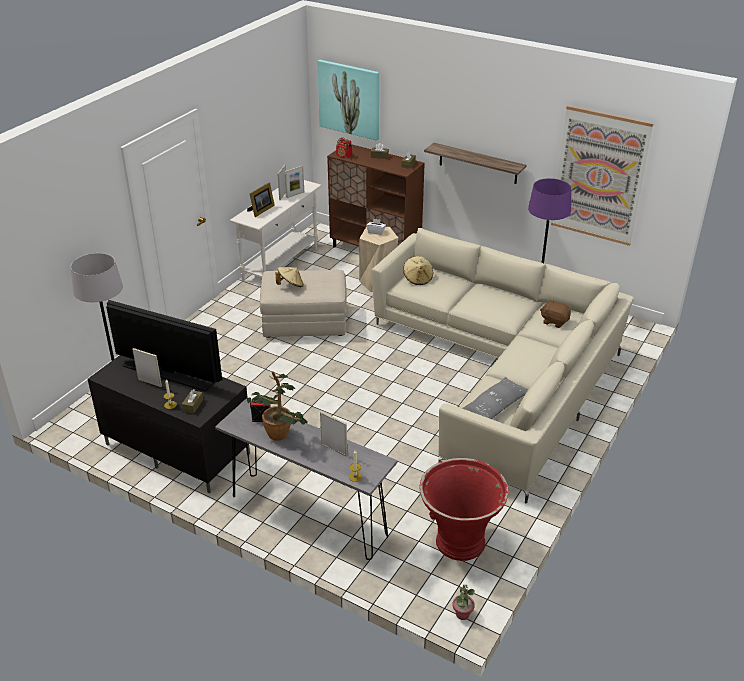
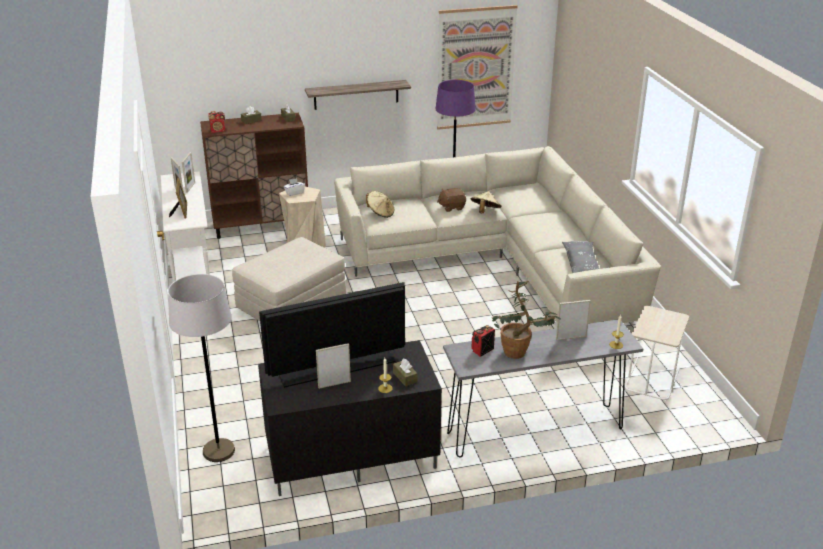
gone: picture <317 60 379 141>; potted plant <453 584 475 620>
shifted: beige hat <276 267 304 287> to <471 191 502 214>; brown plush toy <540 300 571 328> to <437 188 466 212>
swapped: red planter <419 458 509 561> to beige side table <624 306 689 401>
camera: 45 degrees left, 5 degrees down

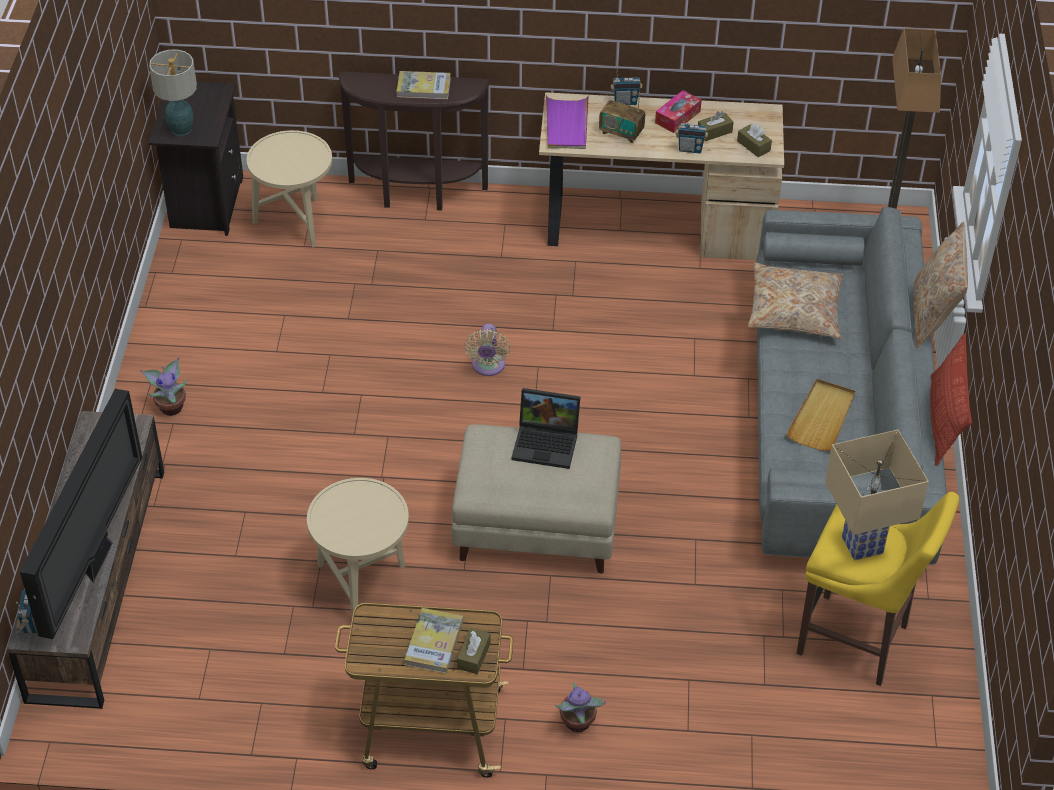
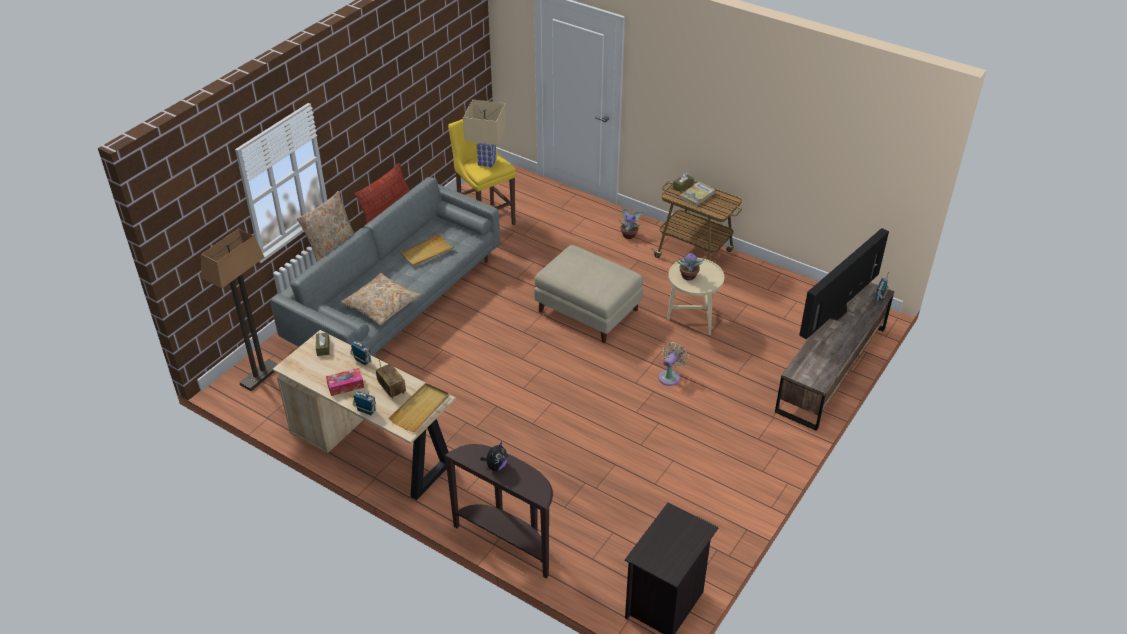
gone: table lamp <149 49 197 136>; brown tissue box <698 111 734 141>; beige side table <247 130 332 248>; laptop <512 388 580 469>
shifted: beige fan <464 324 510 376> to <659 342 689 386>; potted plant <141 357 187 416> to <677 252 704 280>
swapped: book <396 71 451 99> to plush toy <480 442 508 471>
repainted: purple tray <546 95 589 149> to beige tray <389 383 449 432>
camera: 150 degrees left, 5 degrees down

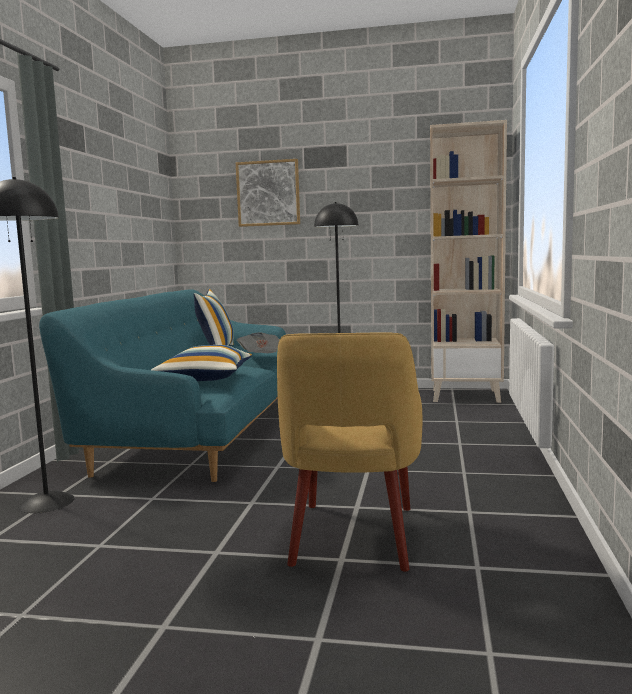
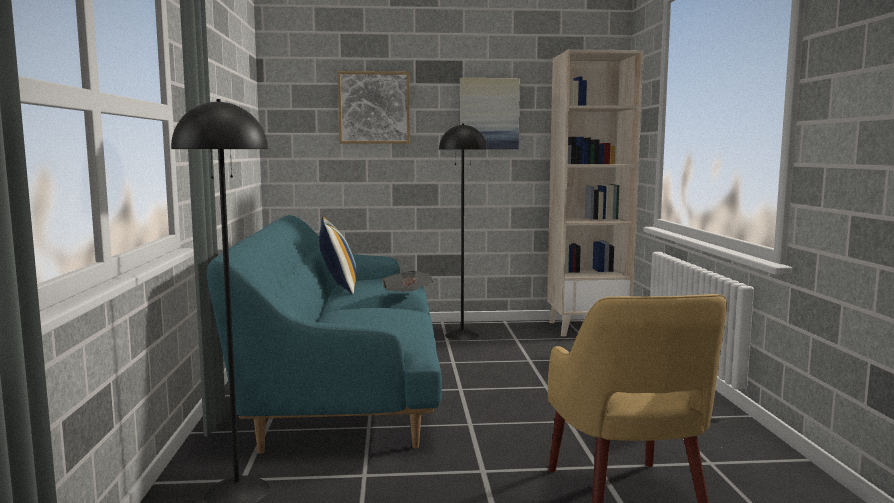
gone: pillow <151 345 252 381>
new: picture <460 78 520 149>
camera: 15 degrees left, 0 degrees up

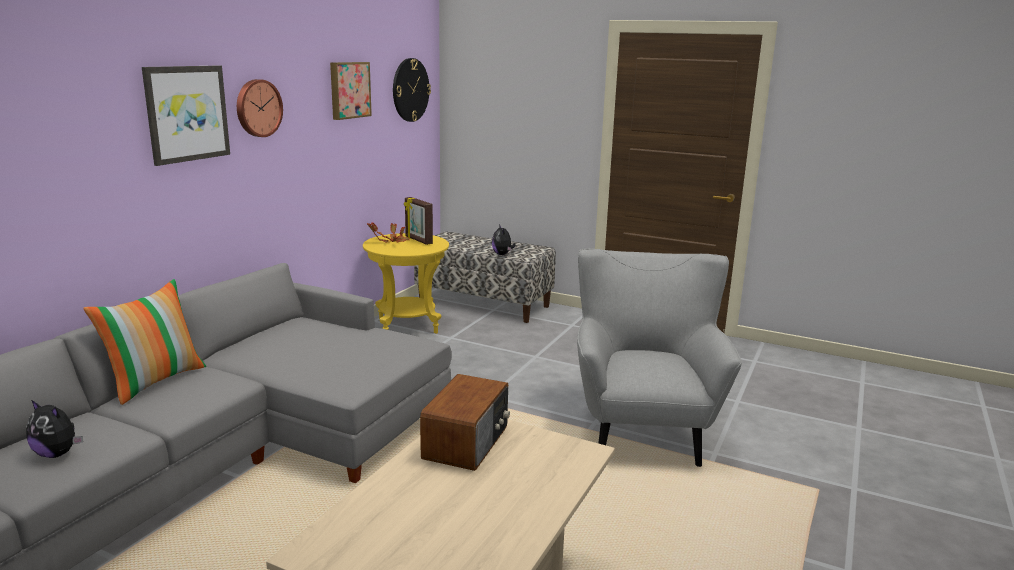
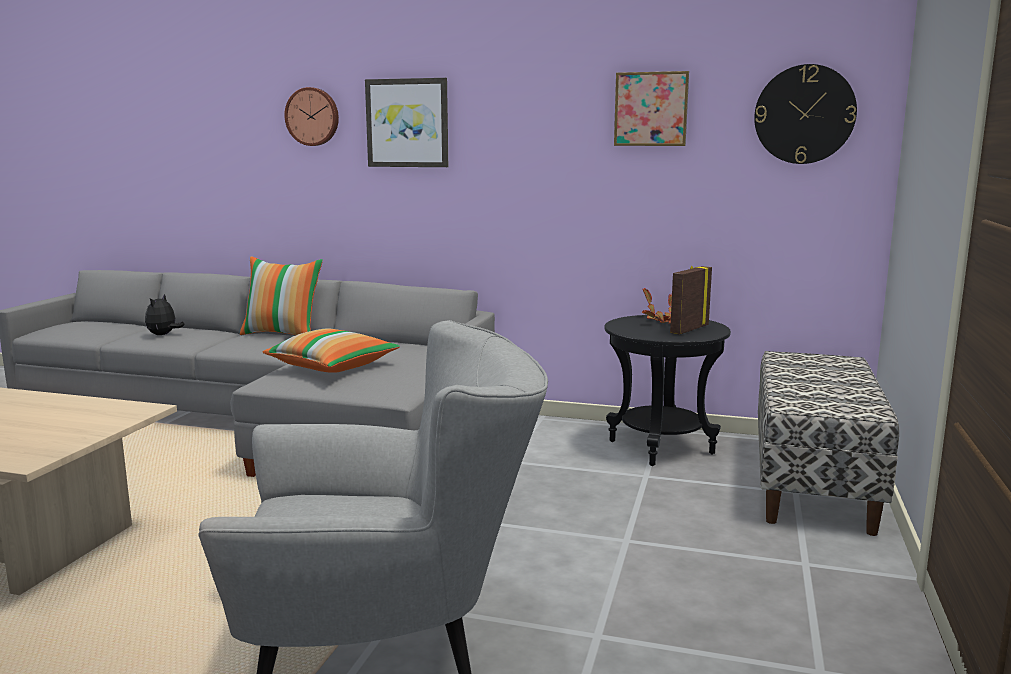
gone: plush toy <492 224 516 255>; radio <420 374 510 471>
new: pillow <262 329 400 373>
shifted: wall clock <237 79 283 137> to <284 87 339 146>
repainted: yellow side table <363 233 449 334> to black side table <604 315 731 466>
camera: 80 degrees right, 5 degrees down

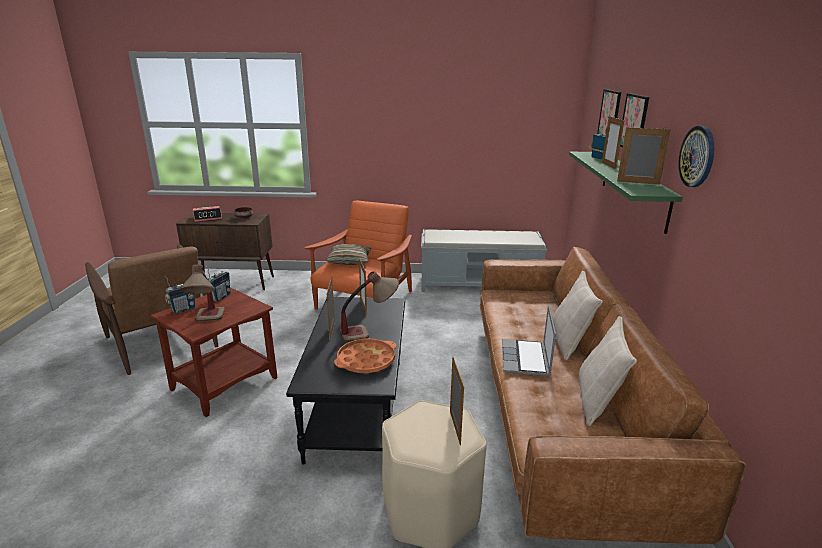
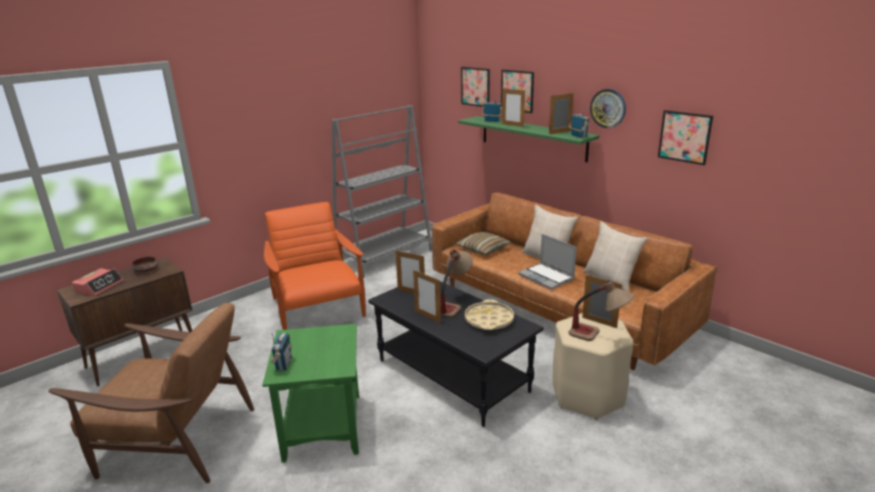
new: picture <658 110 713 165>
shifted: pillow <327 244 371 265> to <456 232 511 255>; table lamp <179 264 225 322> to <569 280 635 341>; radio <206 266 231 301> to <569 106 589 138>
swapped: grey bench <421 229 547 292> to grey bookcase <332 105 432 278>
repainted: brown side table <151 287 277 417> to green side table <262 324 359 462>; orange tray <334 339 396 373> to beige tray <465 299 514 330>
camera: 45 degrees left, 0 degrees up

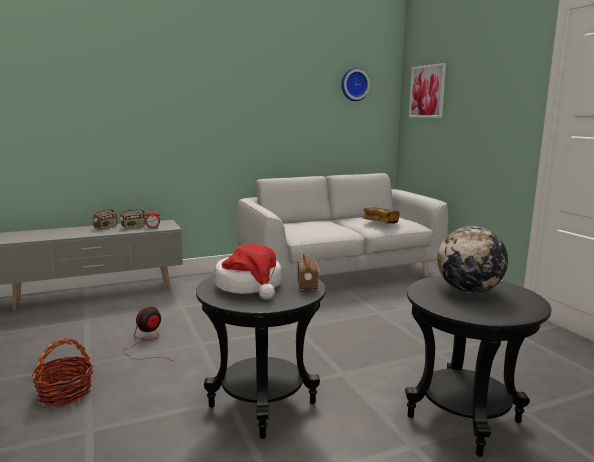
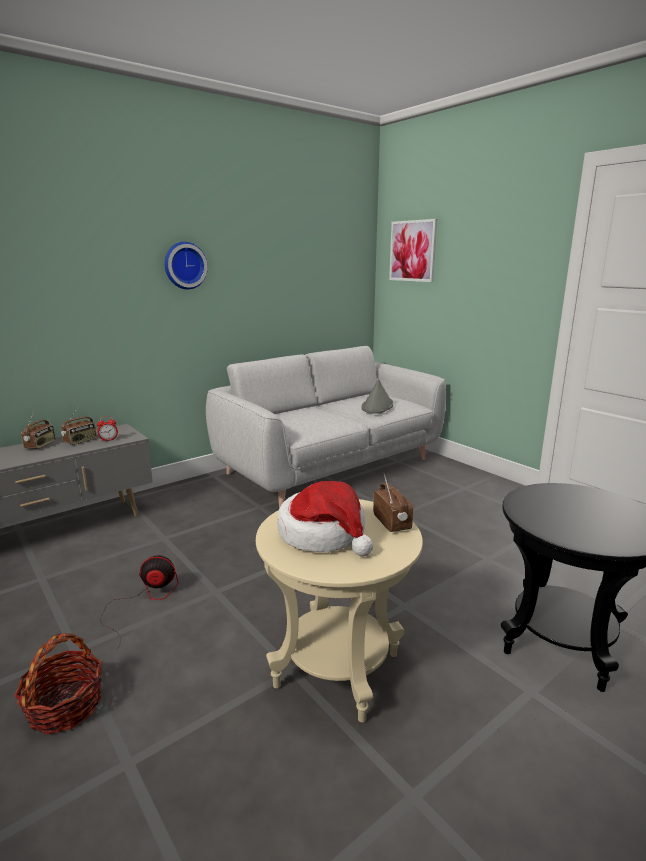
gone: globe <437 226 508 293>
shifted: wall clock <341 68 370 101> to <164 242 208 289>
swapped: book <363 207 400 224> to grey hat <361 379 393 414>
repainted: black side table <196 268 326 439> to beige side table <256 499 423 723>
rotated: fan <124 307 173 361> = <100 555 178 648> 60 degrees clockwise
camera: 15 degrees left, 5 degrees up

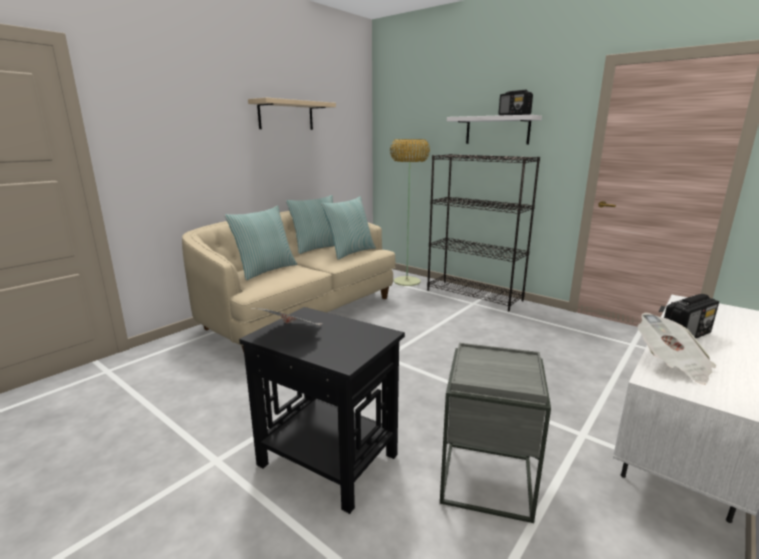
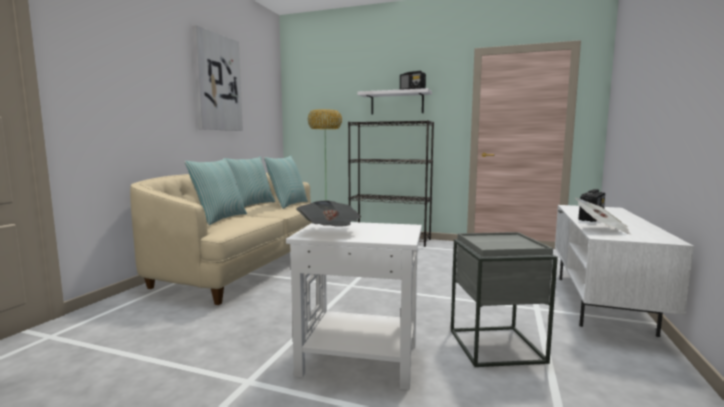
swapped: beige shelf <248 98 336 130> to picture <192 25 243 131>
repainted: black side table <239 307 405 514> to white side table <286 222 422 390>
camera: 20 degrees left, 10 degrees down

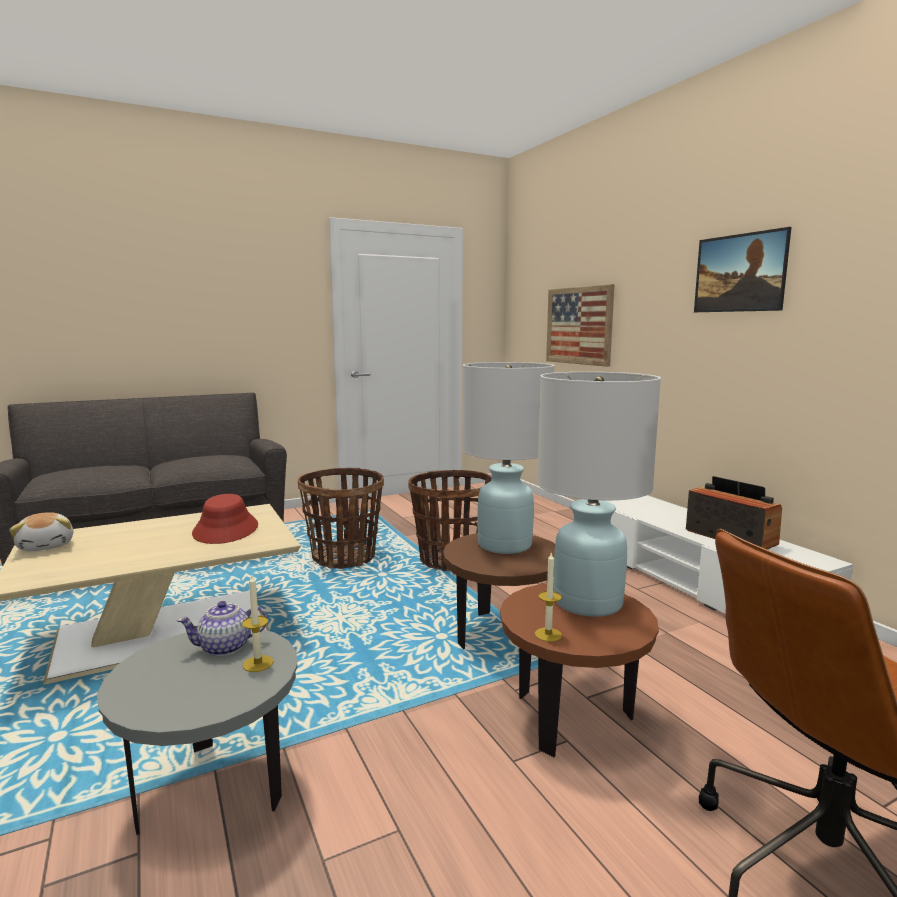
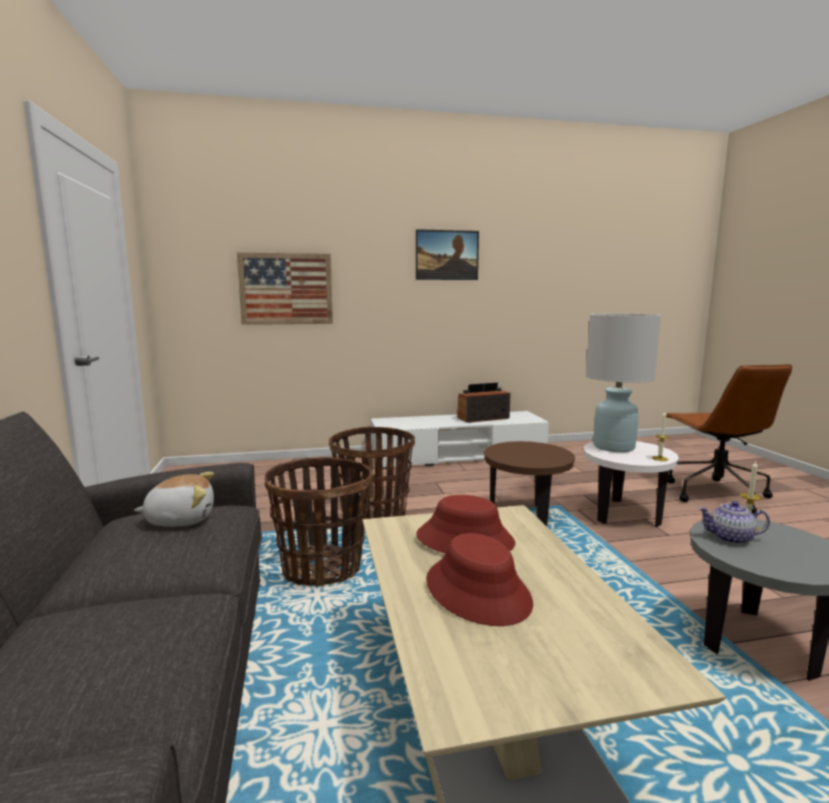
gone: white table lamp <462 362 555 554>
new: red hat <426 533 533 626>
shifted: plush toy <9 512 73 551> to <134 472 214 527>
repainted: brown side table <500 583 659 757> to white side table <583 441 679 527>
rotated: teapot <177 601 267 656> = <698 501 770 544> 105 degrees clockwise
camera: 75 degrees left, 0 degrees up

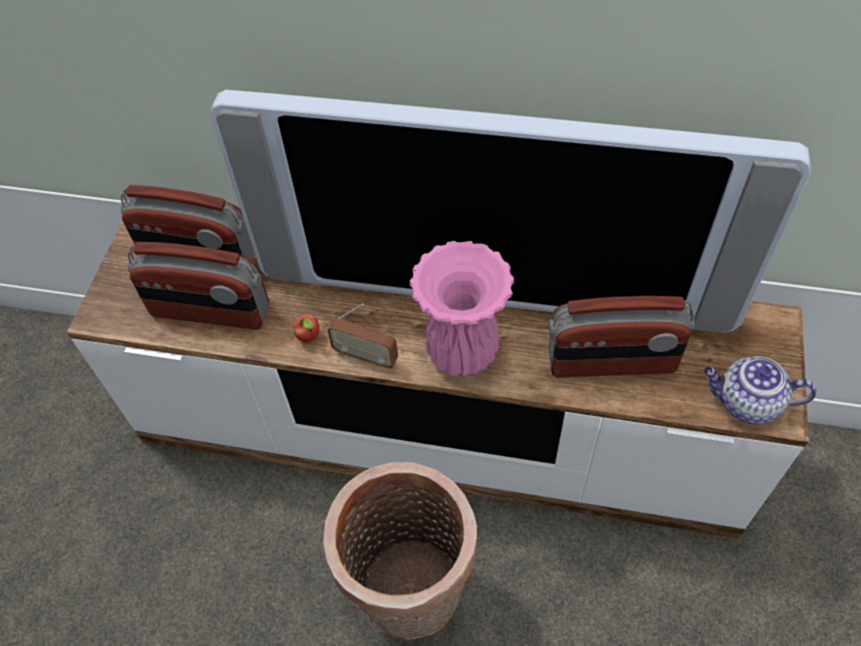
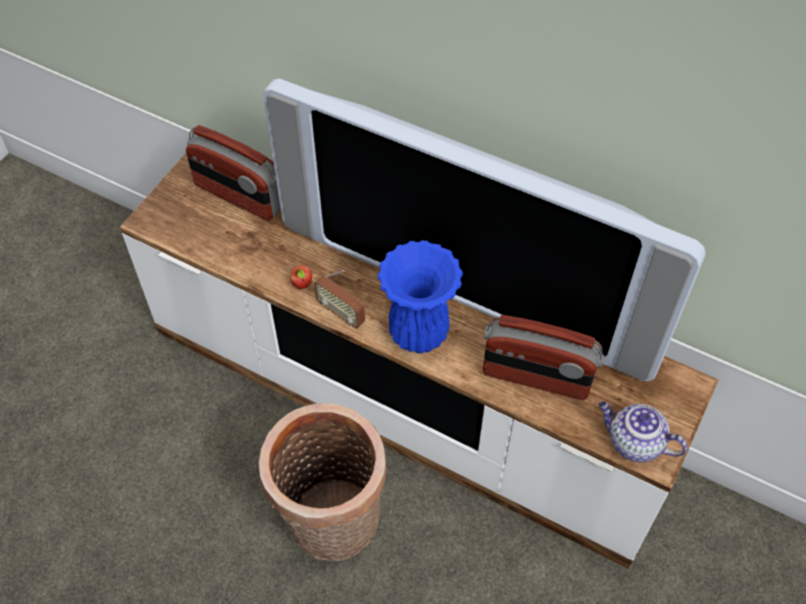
gone: radio <128 242 269 330>
repainted: pink vase <410 241 514 377> to blue vase <377 240 463 353>
camera: 15 degrees right, 0 degrees up

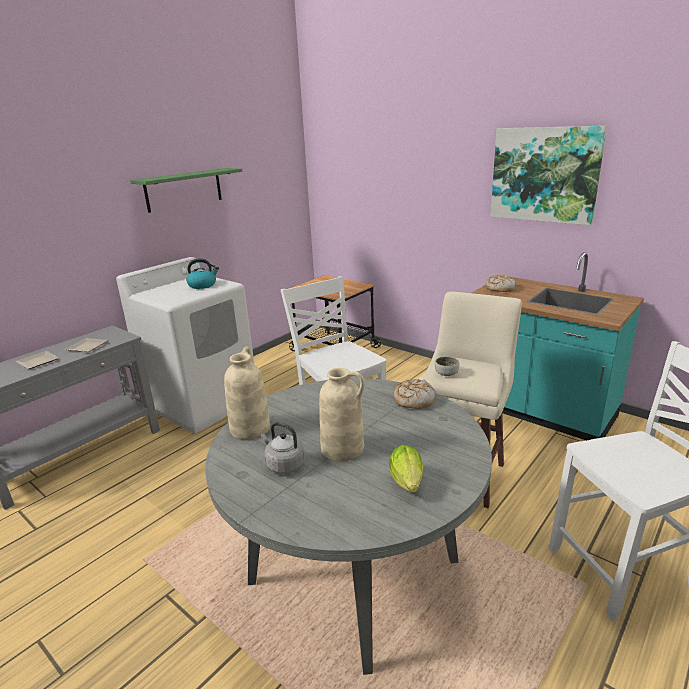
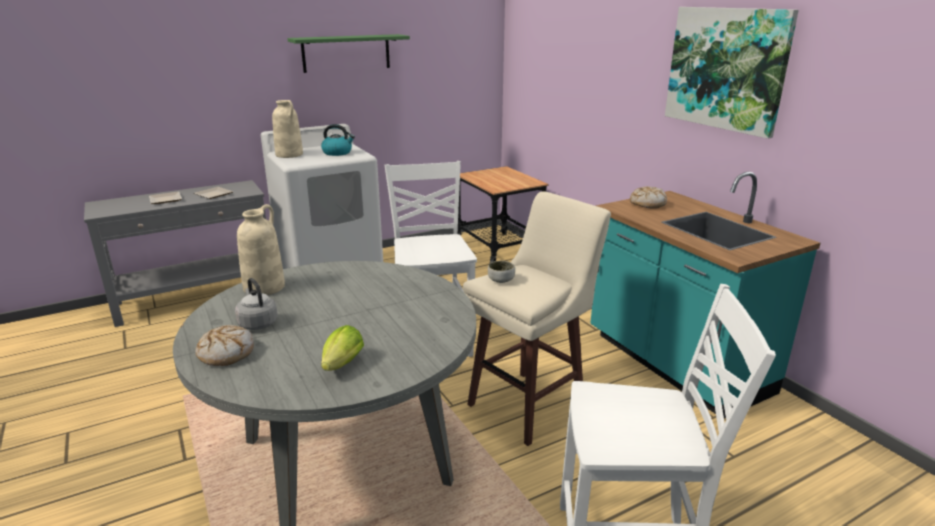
shifted: beige vase <319 368 365 461> to <272 100 303 158>; bread <393 379 436 409> to <195 325 254 366>
camera: 20 degrees right, 0 degrees up

